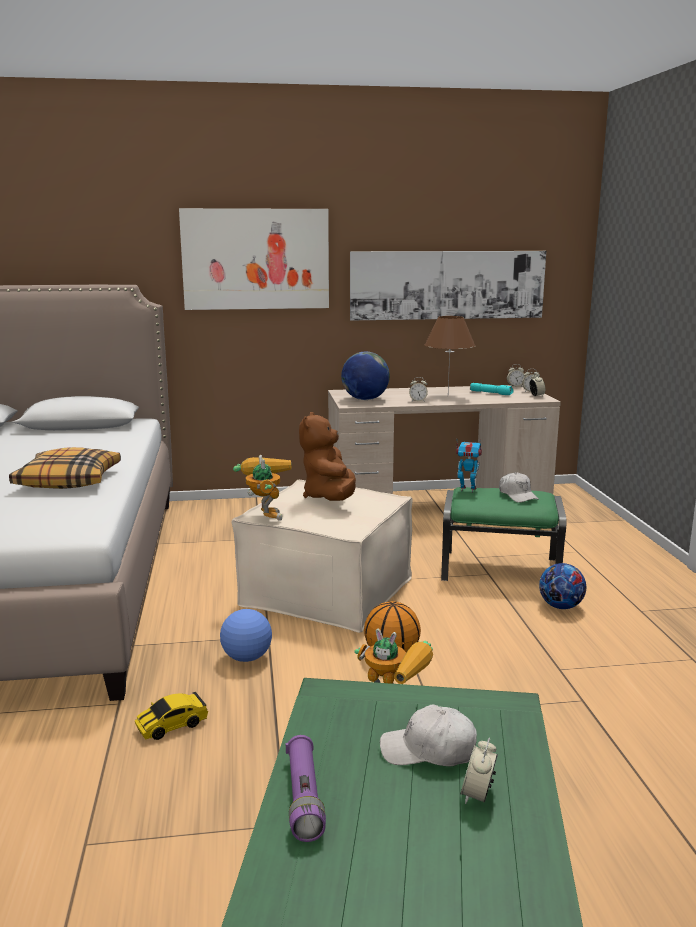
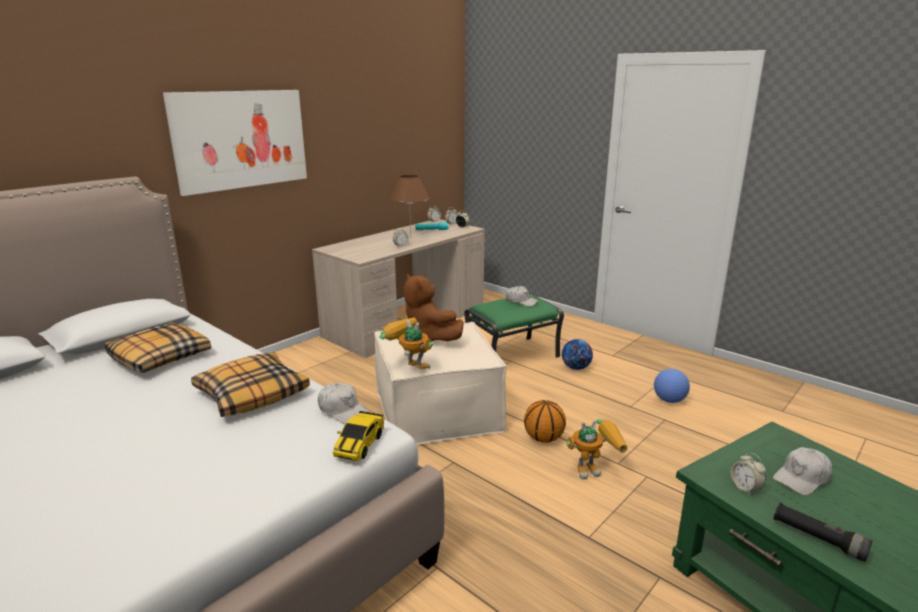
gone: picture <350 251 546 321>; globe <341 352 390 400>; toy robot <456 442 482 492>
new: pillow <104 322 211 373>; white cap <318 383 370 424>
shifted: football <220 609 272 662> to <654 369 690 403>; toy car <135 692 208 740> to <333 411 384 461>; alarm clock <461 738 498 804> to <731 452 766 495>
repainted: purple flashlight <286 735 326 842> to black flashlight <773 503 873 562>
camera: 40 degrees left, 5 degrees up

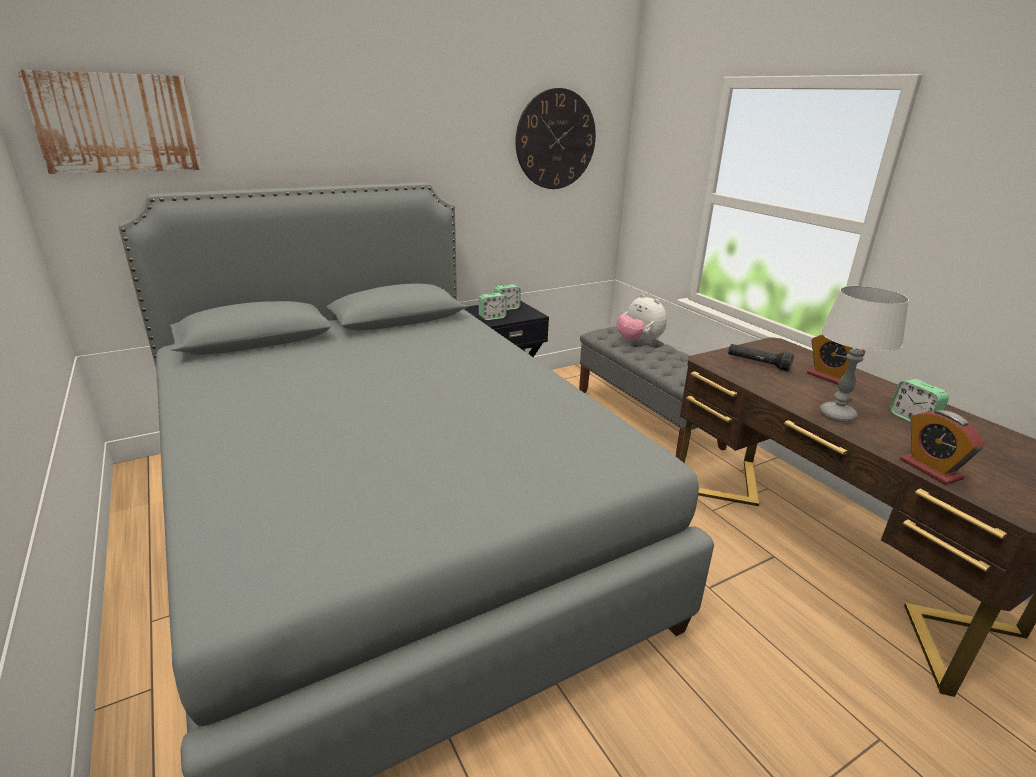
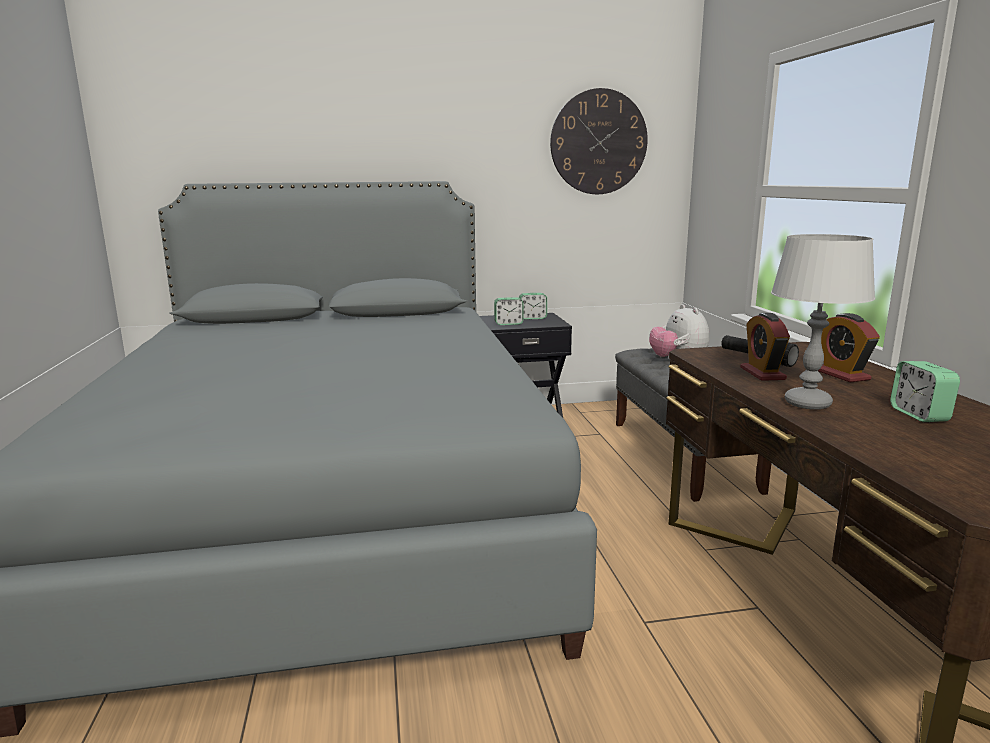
gone: picture <17 70 202 174>
shifted: alarm clock <900 410 985 485> to <740 313 790 381>
camera: 20 degrees right, 10 degrees down

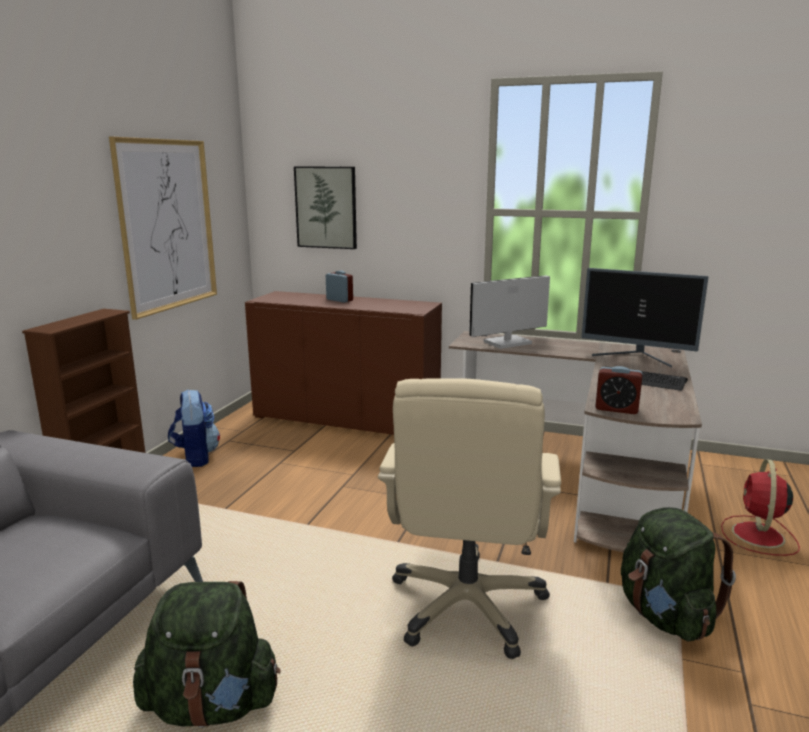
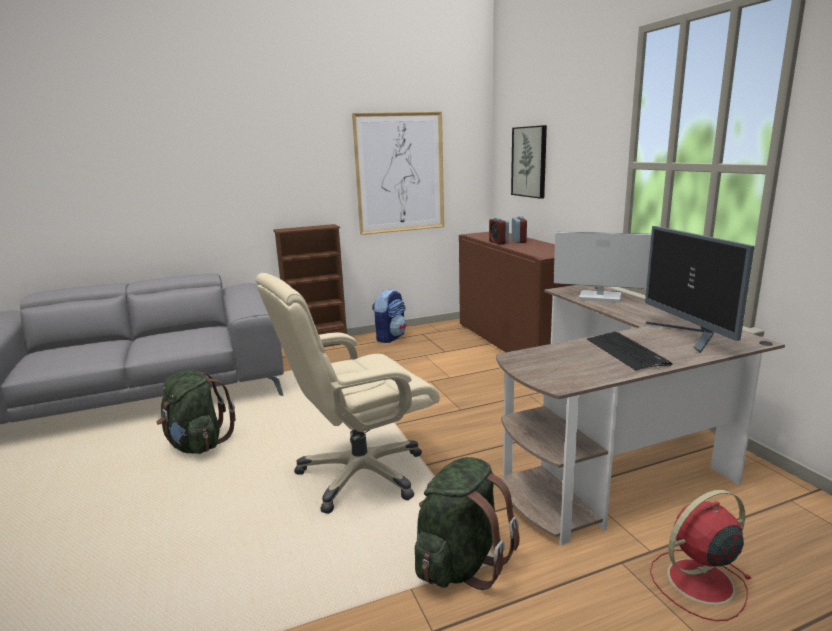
shifted: alarm clock <595 366 643 414> to <489 217 509 245>
camera: 50 degrees right, 0 degrees up

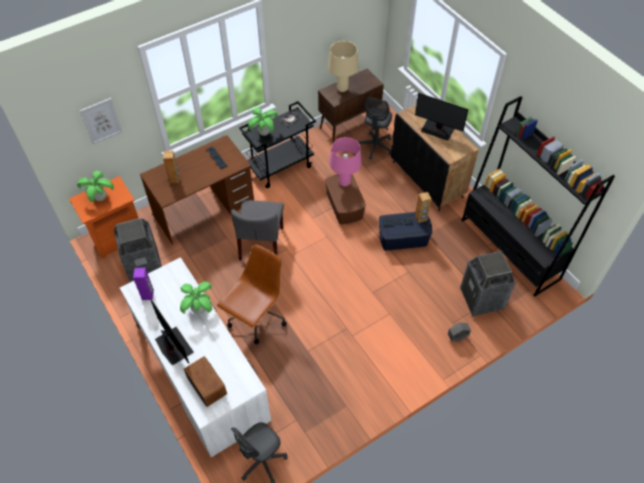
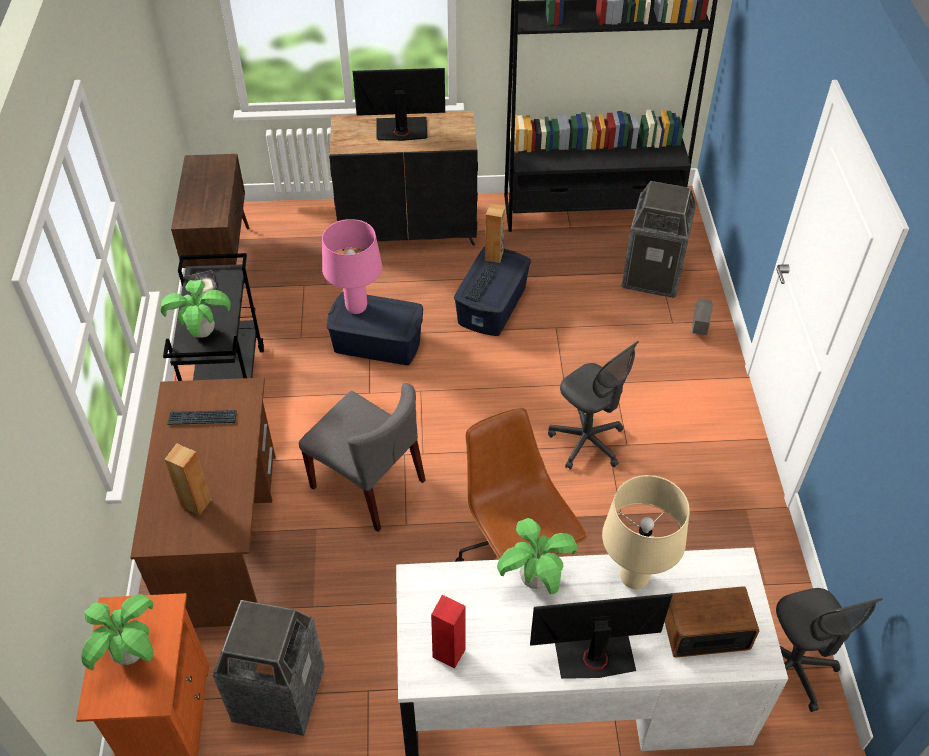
gone: picture <80 98 122 145>
shifted: beige table lamp <328 41 359 92> to <602 475 690 589>; grey office chair <358 97 392 160> to <548 341 639 470>
repainted: brown storage box <325 174 366 224> to blue storage box <327 292 423 365>; purple speaker <133 268 154 300> to red speaker <431 595 466 668>
rotated: monitor <415 93 469 141> = <353 68 445 141> 150 degrees counterclockwise
camera: 60 degrees left, 5 degrees down

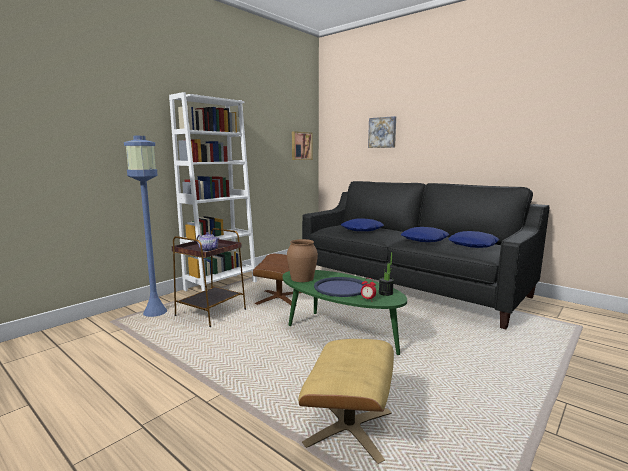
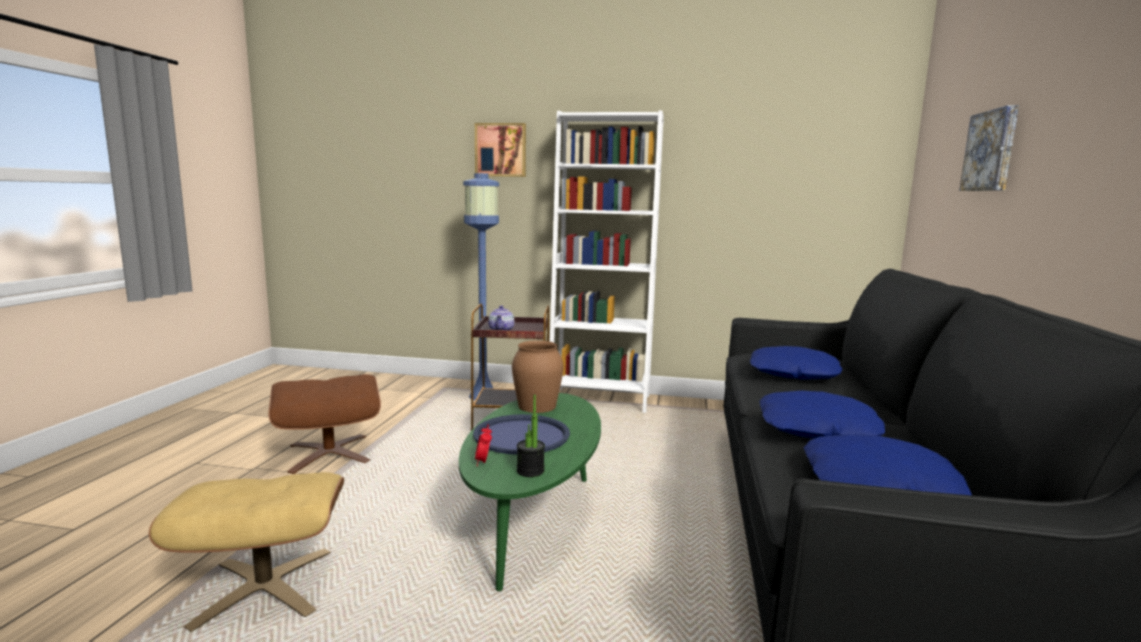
shifted: picture <292 131 313 160> to <475 123 526 177>; brown ottoman <253 254 302 306> to <268 374 381 474>
camera: 60 degrees right, 0 degrees up

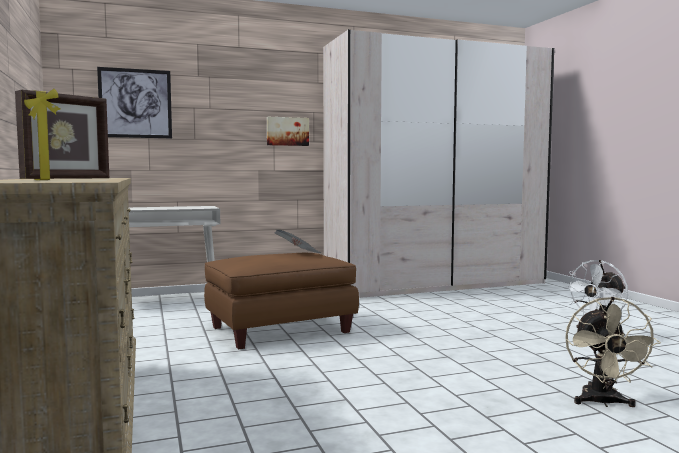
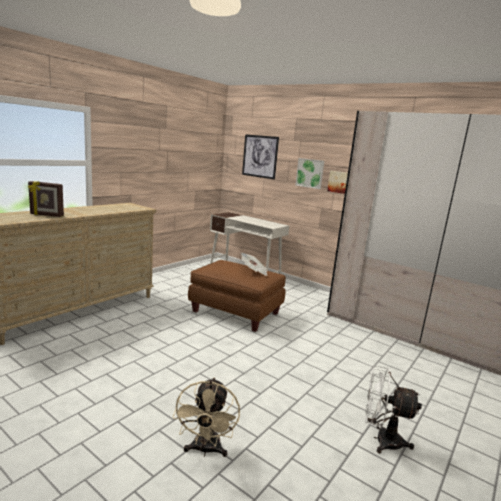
new: picture <295 158 324 189>
rotated: beige fan <565 297 661 407> = <173 377 240 457> 60 degrees counterclockwise
camera: 55 degrees right, 10 degrees up

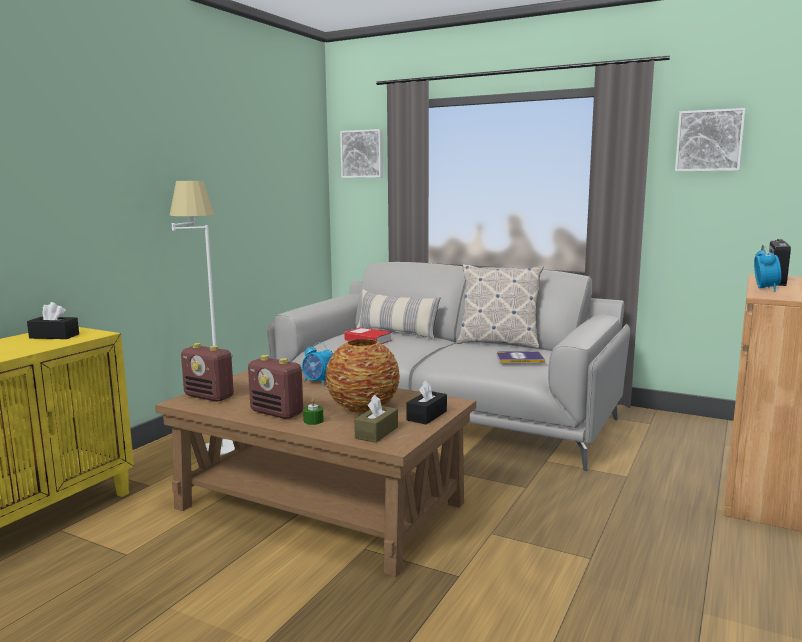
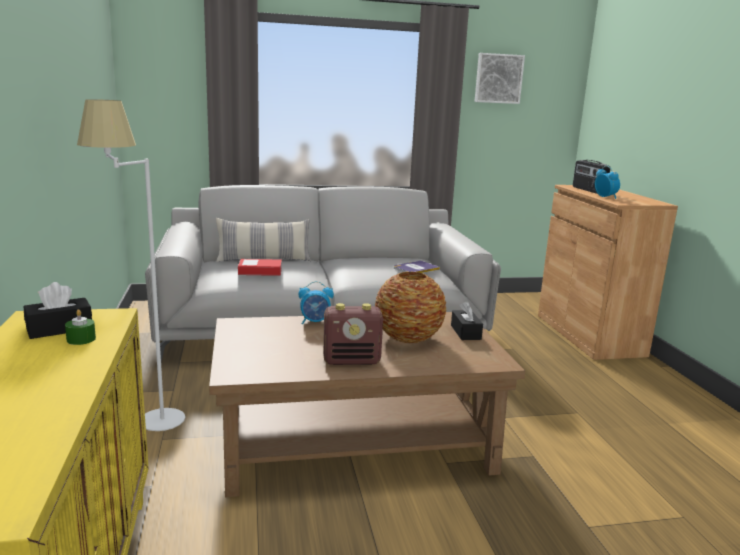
gone: picture <340 129 383 178>; pillow <456 264 543 349>; radio <181 343 234 402>; brown tissue box <354 395 398 443>
shifted: green candle <303 398 324 425> to <65 309 96 345>
camera: 40 degrees left, 5 degrees up

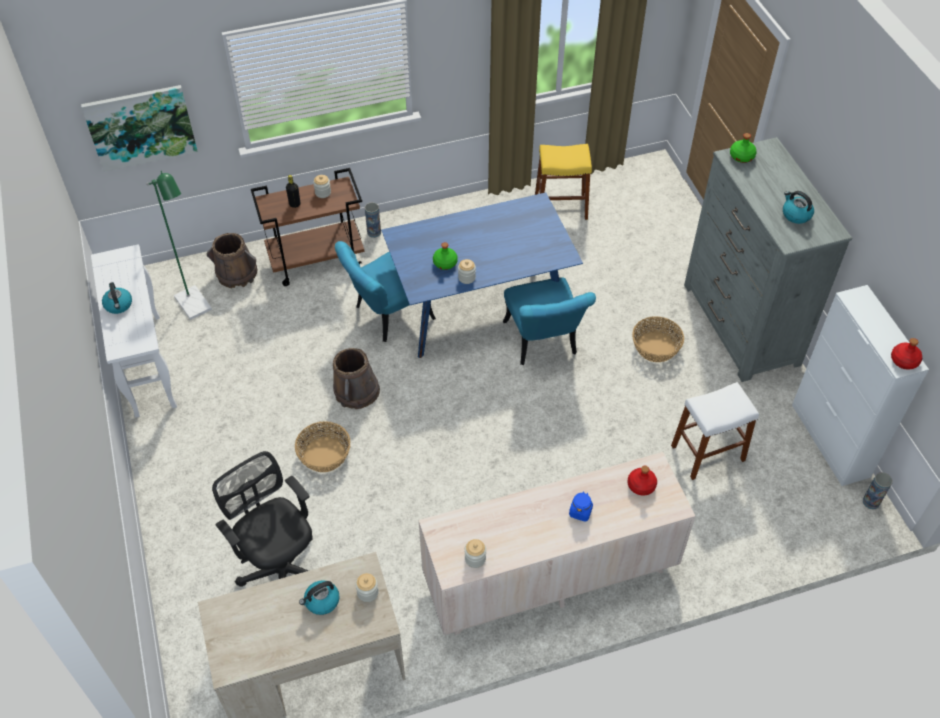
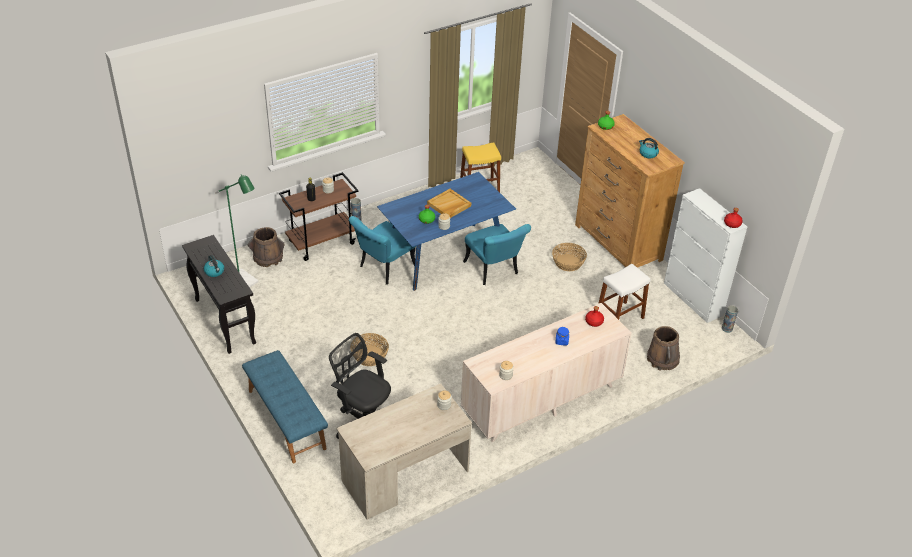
gone: picture <81 85 198 172>; kettle <299 580 340 615>
new: beige tray <427 189 471 218>; blue bench <242 350 328 463>
shifted: brown bucket <333 348 380 409> to <647 326 680 370>
repainted: grey dresser <684 137 852 382> to brown dresser <575 114 685 268>; white console table <91 244 177 418> to black console table <182 235 256 354>
camera: 15 degrees left, 10 degrees down

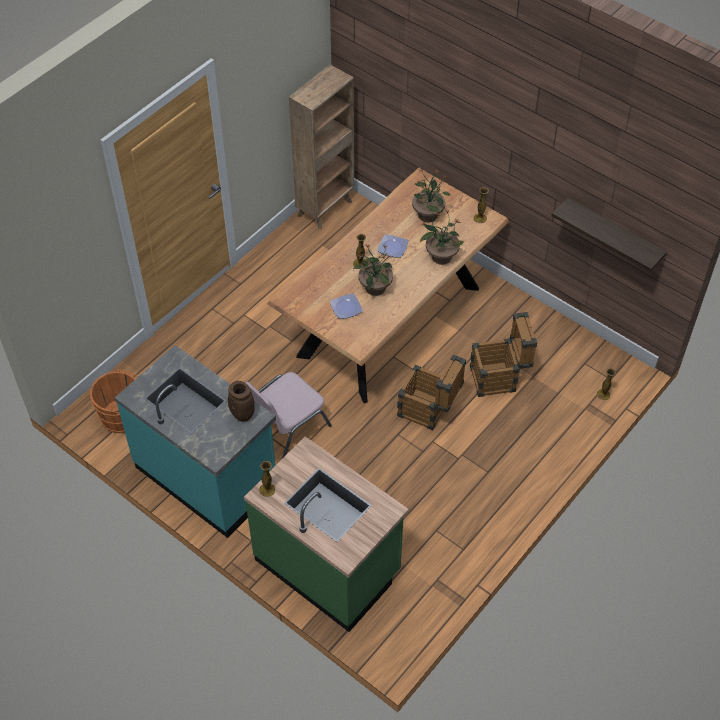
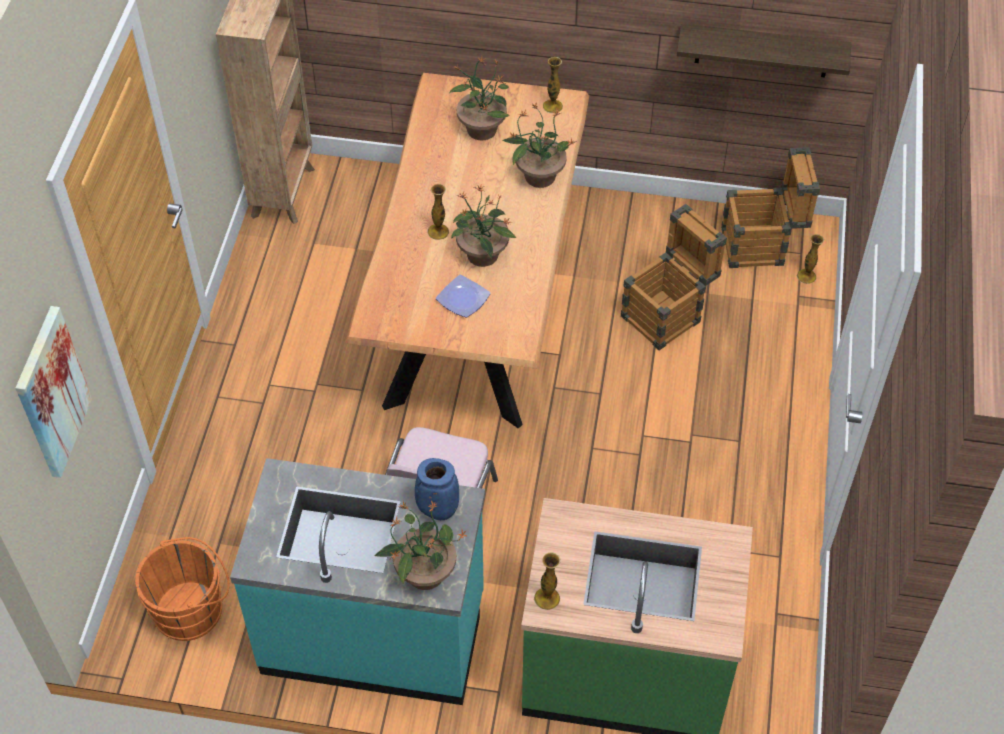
gone: plate <378 234 408 258>
new: picture <15 306 92 478>; potted plant <374 500 467 590>
shifted: crate <397 355 466 430> to <721 147 820 268>
repainted: brown vase <228 381 255 422> to blue vase <415 458 459 520>
camera: 30 degrees left, 0 degrees up

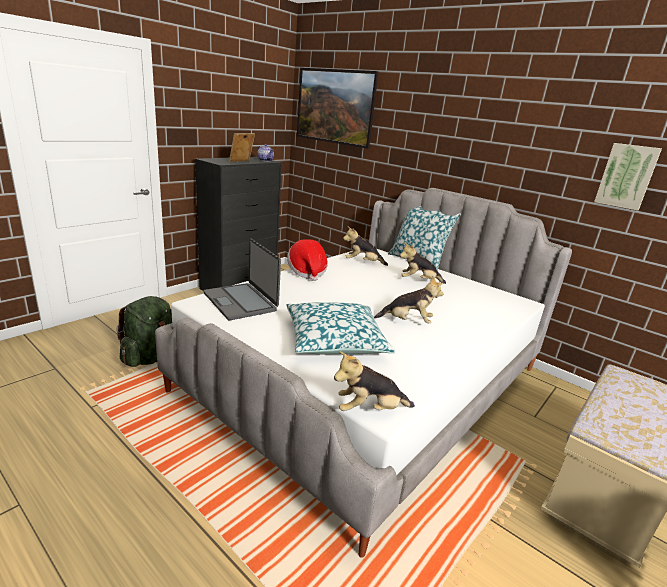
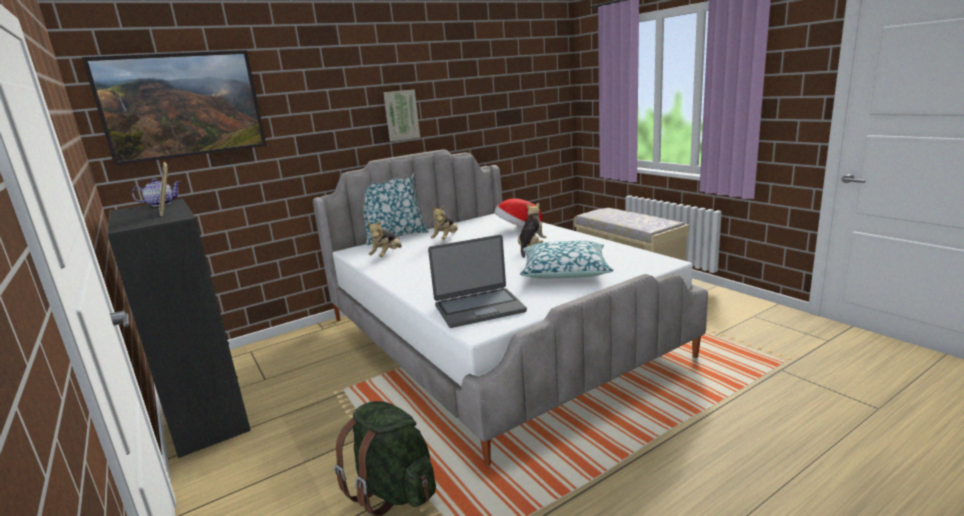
gone: plush toy <334 351 415 411>
shifted: picture <594 143 662 211> to <383 90 420 141>; hat <287 239 328 281> to <494 198 543 228>
camera: 70 degrees left, 5 degrees down

